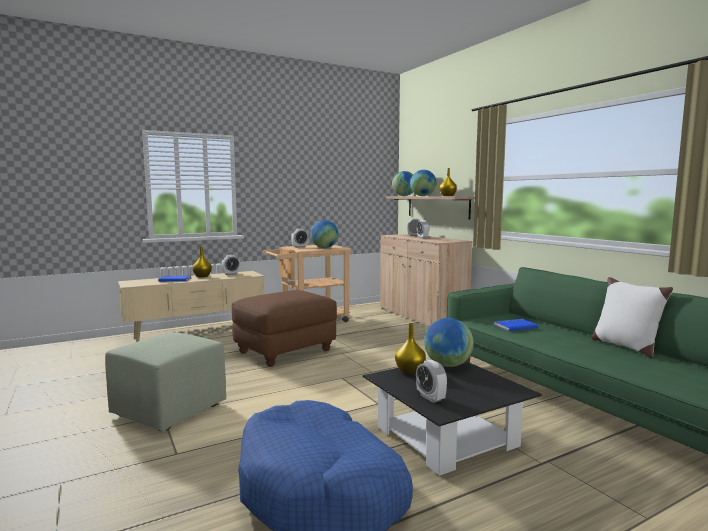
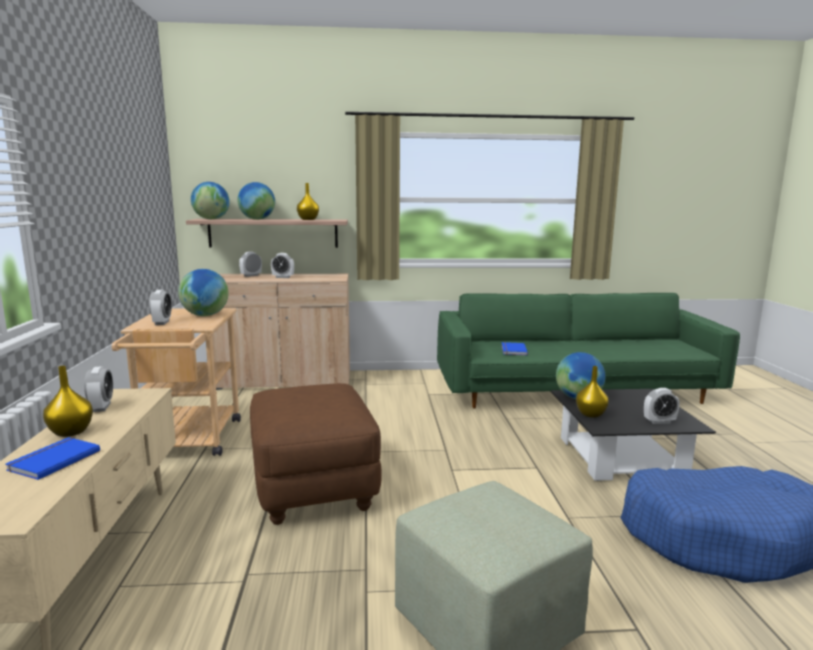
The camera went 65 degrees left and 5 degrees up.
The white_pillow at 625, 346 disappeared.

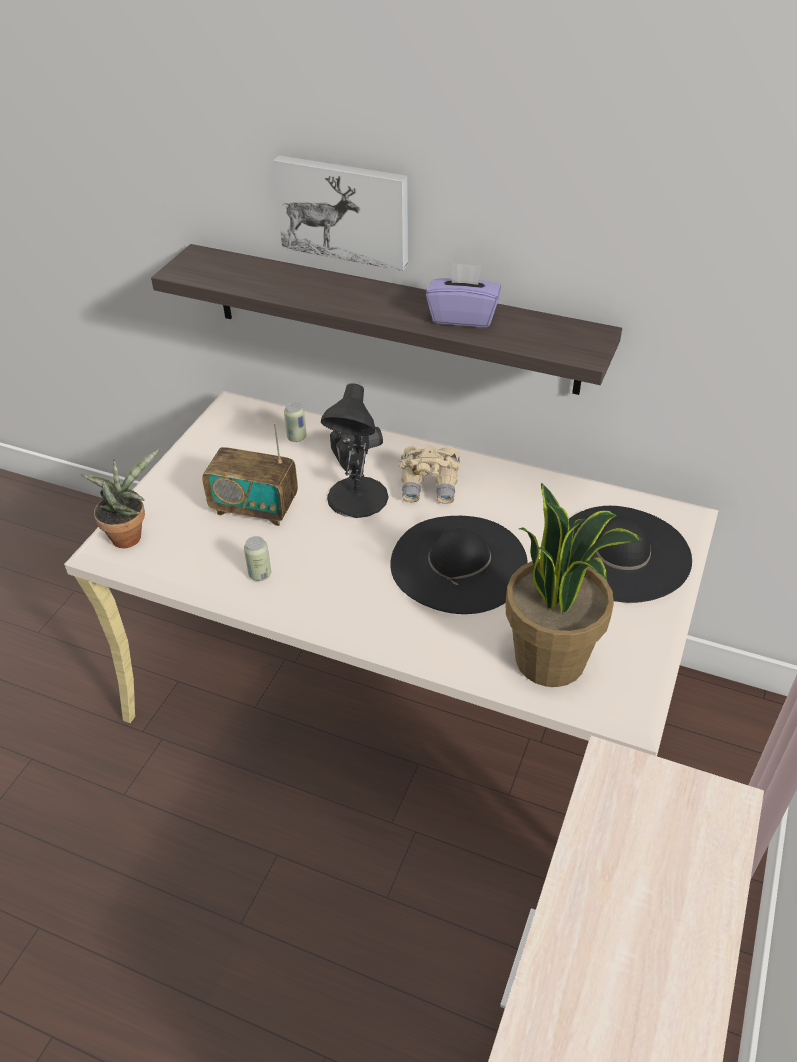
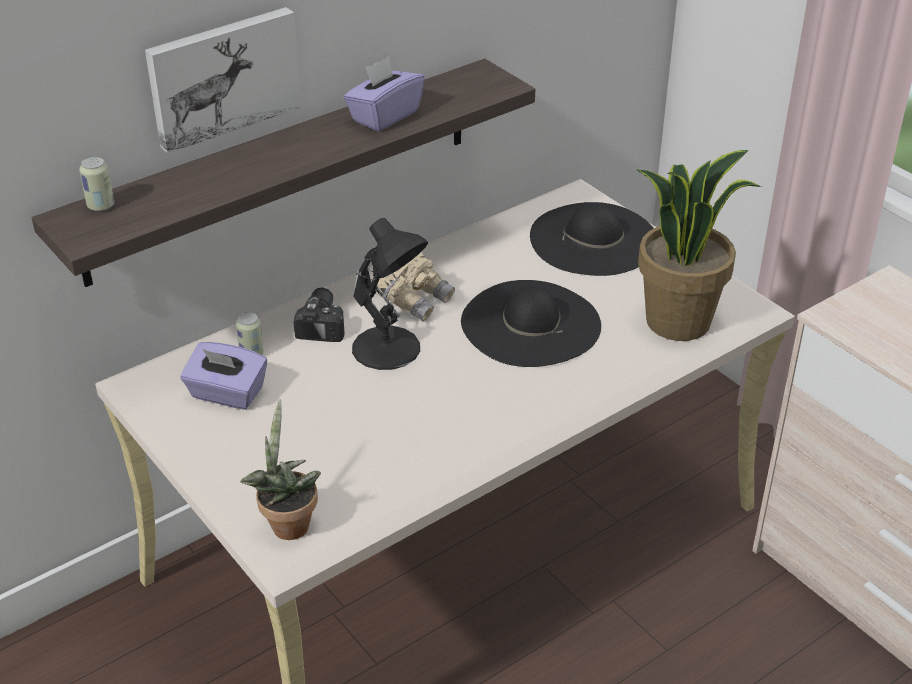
The camera went 60 degrees left and 5 degrees down.
The radio at 255, 508 disappeared.
The can moved from 260, 574 to 101, 206.
The purple_tissue_box at 226, 394 appeared.

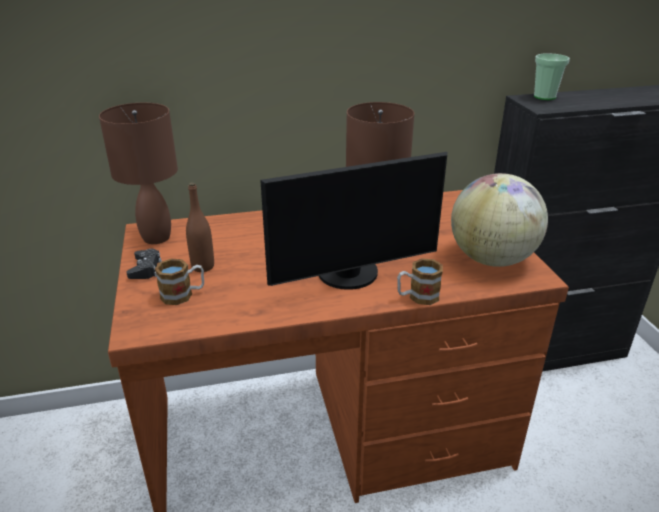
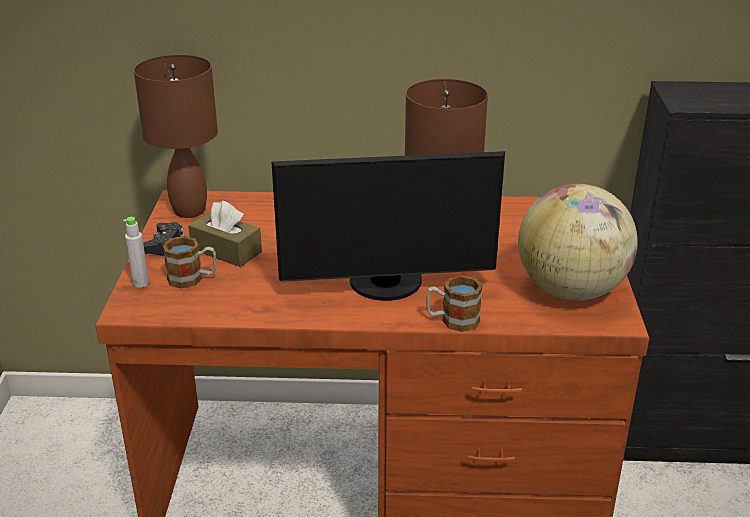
The camera went 15 degrees right and 0 degrees up.
The brown_bottle at 203, 267 was replaced by the brown_tissue_box at 226, 250.
The cup at 544, 97 disappeared.
The grey_bottle at 140, 283 appeared.

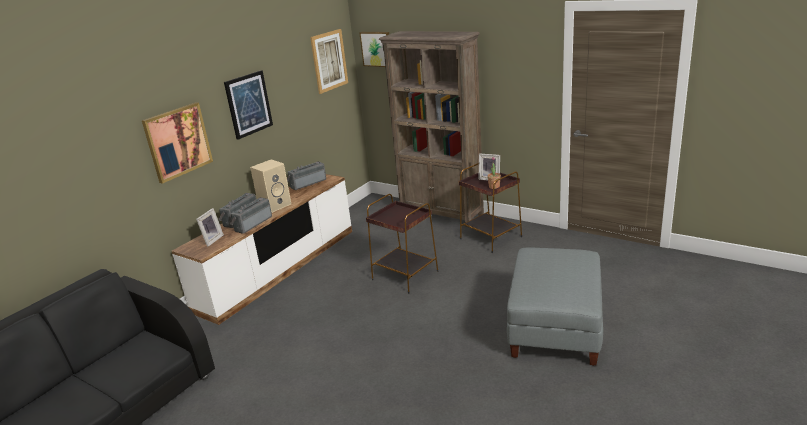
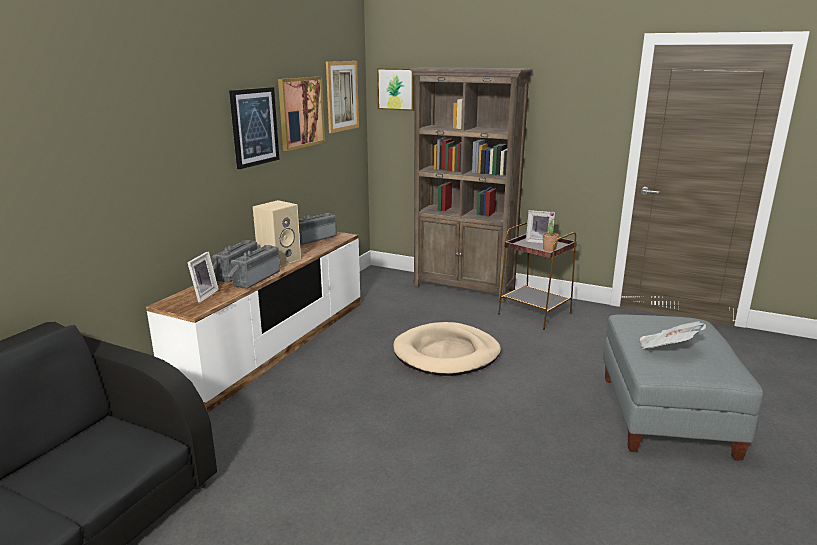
The camera went 10 degrees left and 5 degrees down.
The picture moved from 177, 141 to 300, 112.
The brown_side_table at 405, 276 was replaced by the beige_dog_bed at 446, 354.
The newspaper at 667, 349 appeared.

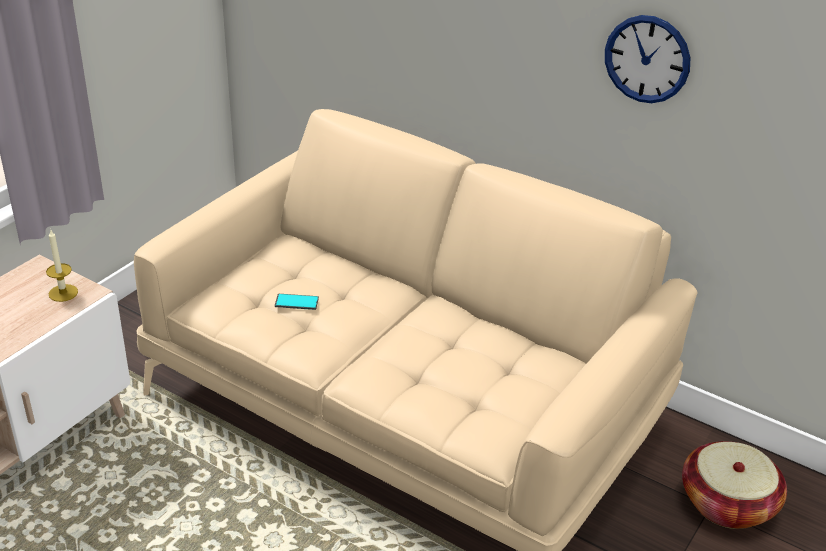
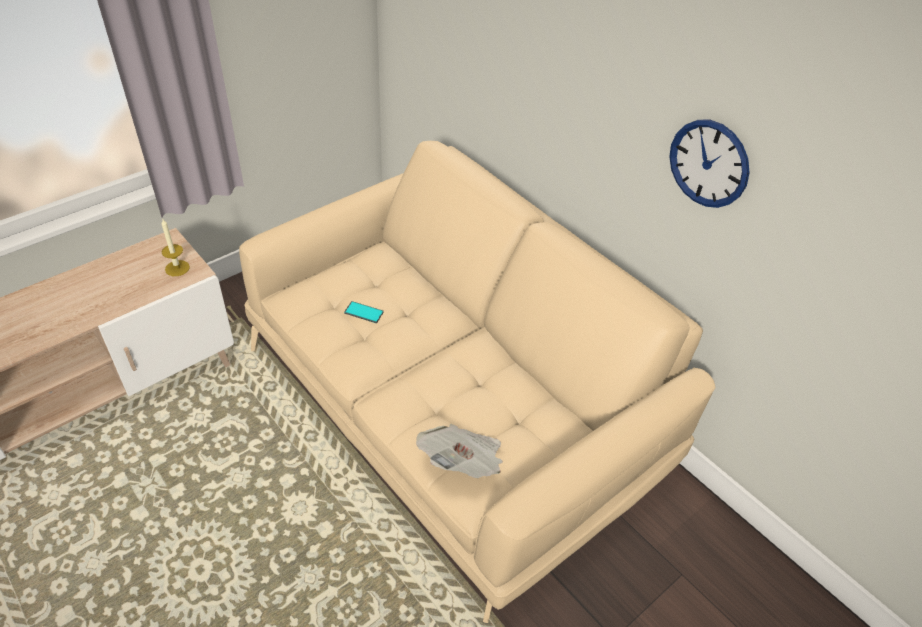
The camera went 15 degrees right and 10 degrees up.
The basket at 727, 503 disappeared.
The newspaper at 462, 463 appeared.

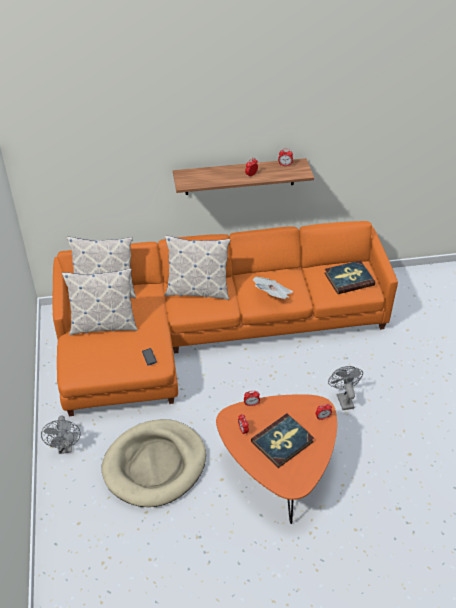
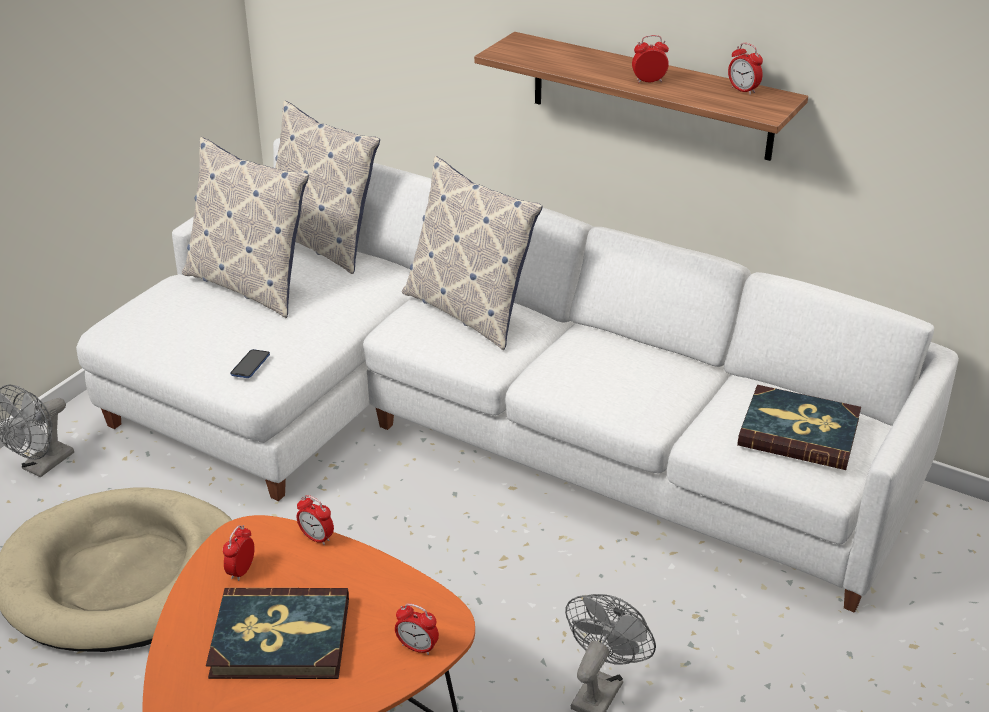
The camera went 40 degrees right and 10 degrees down.
The orange_sofa at 206, 331 became the white_sofa at 477, 423.
The newspaper at 273, 295 disappeared.

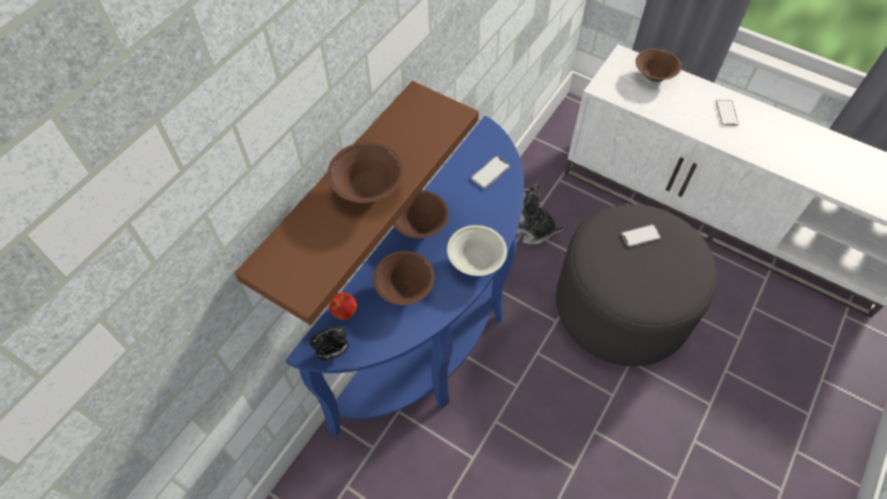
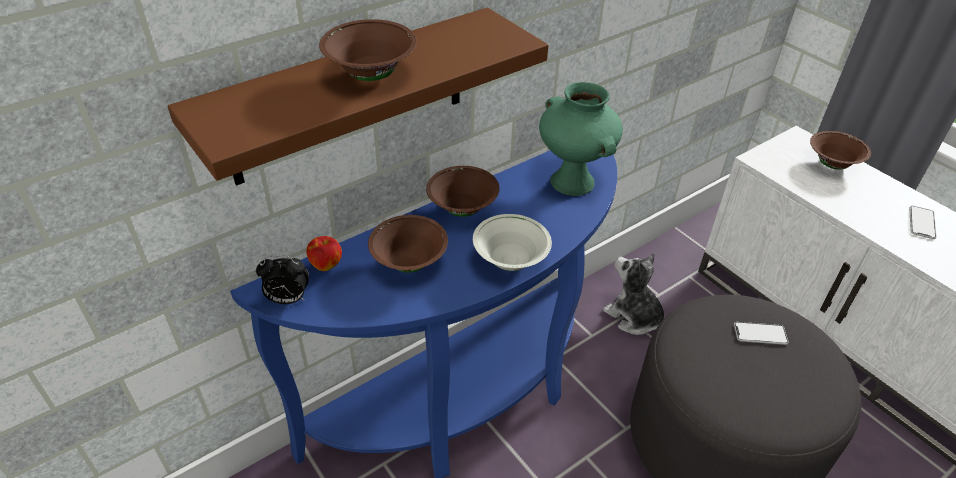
The camera went 20 degrees right and 15 degrees down.
The phone at 490, 173 was replaced by the green_vase at 574, 182.

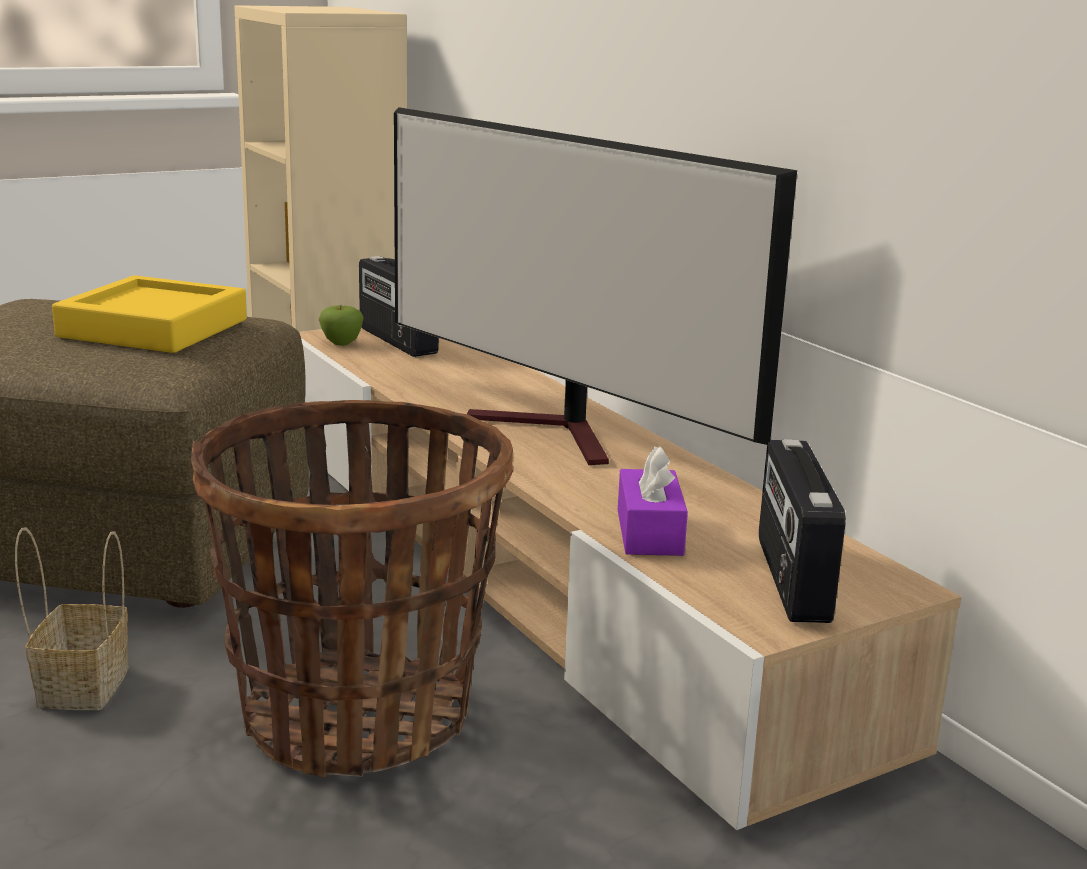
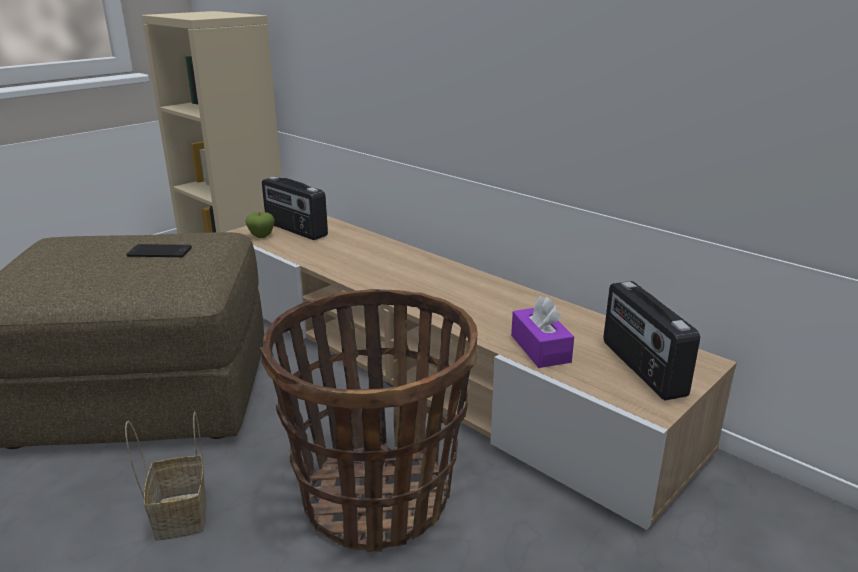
The camera went 15 degrees left and 5 degrees up.
The yellow_tray at 154, 328 was replaced by the phone at 159, 252.
The television at 560, 433 disappeared.

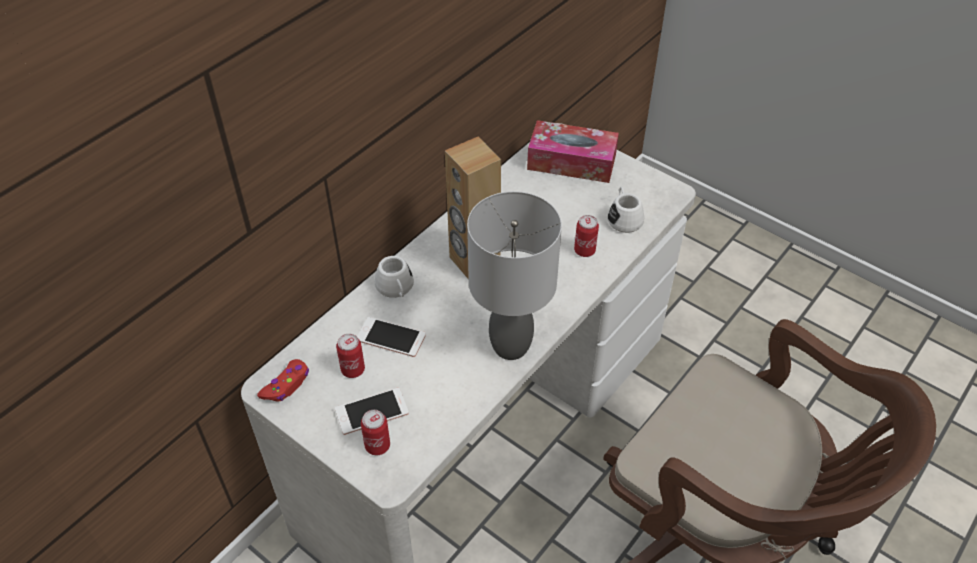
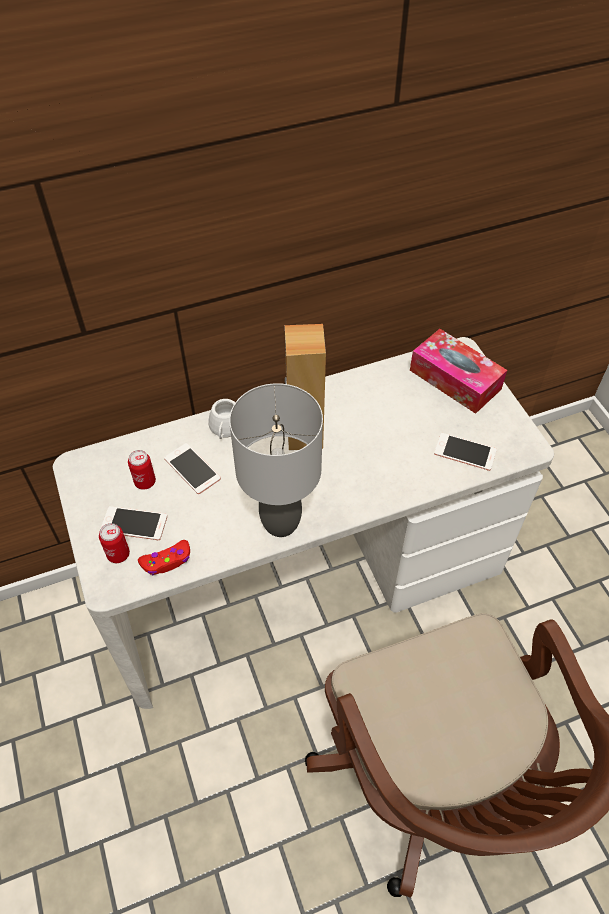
The camera went 30 degrees right and 5 degrees up.
The red_game_controller moved from 286, 385 to 167, 561.
The can at 584, 250 disappeared.
The white_mug at 623, 218 was replaced by the phone at 465, 452.

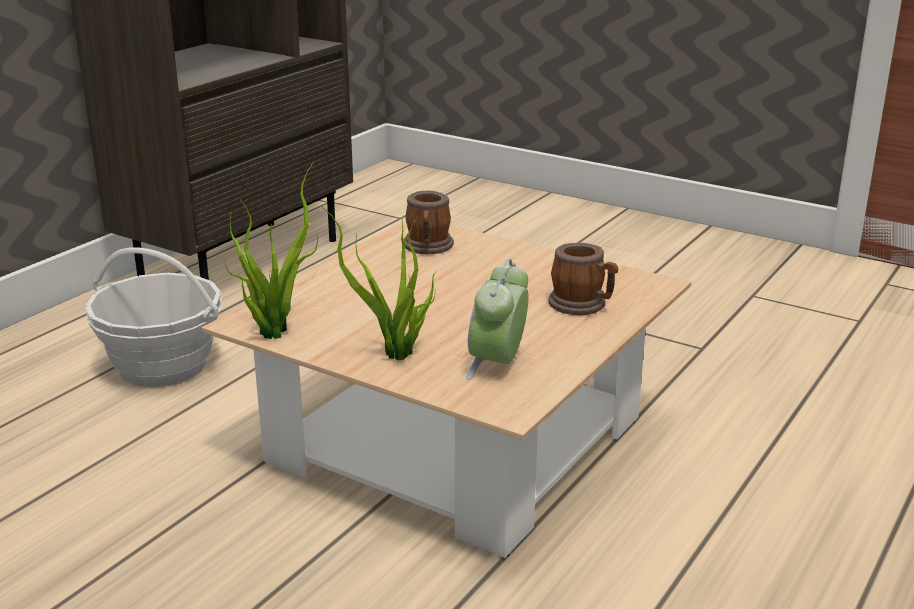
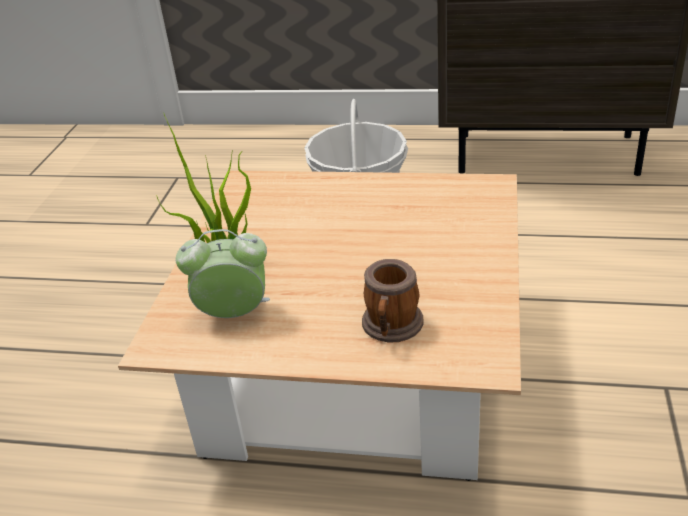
The camera went 70 degrees right and 10 degrees up.
The potted_plant at 273, 330 disappeared.
The mug at 428, 247 disappeared.

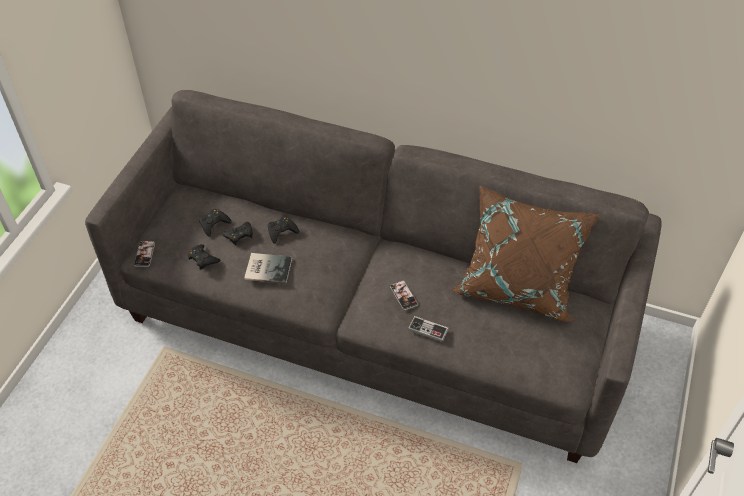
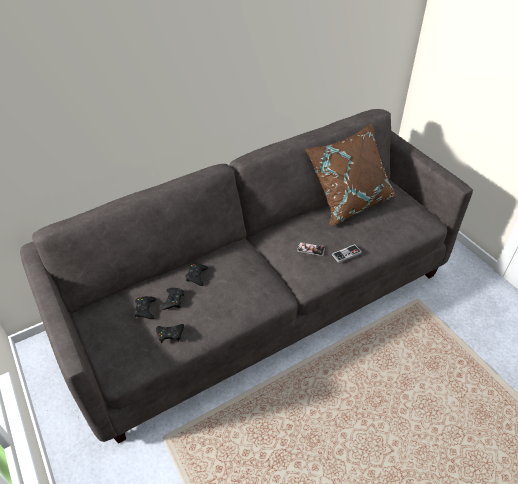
The camera went 50 degrees left and 5 degrees down.
The phone at 144, 254 disappeared.
The book at 267, 268 disappeared.

